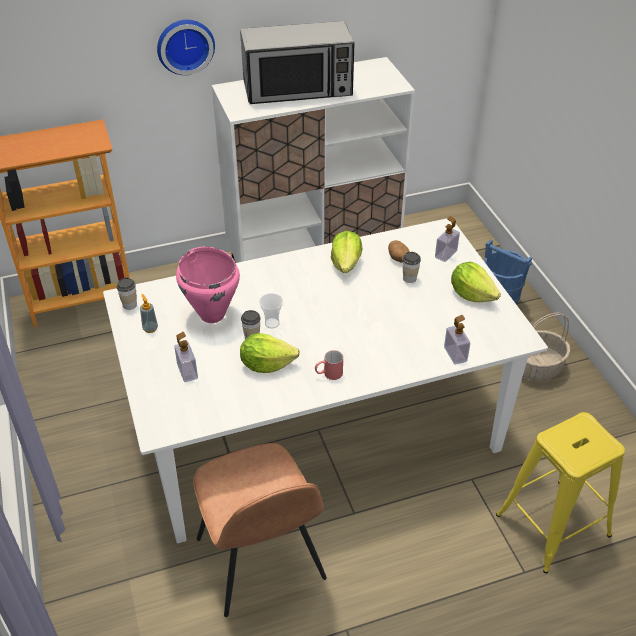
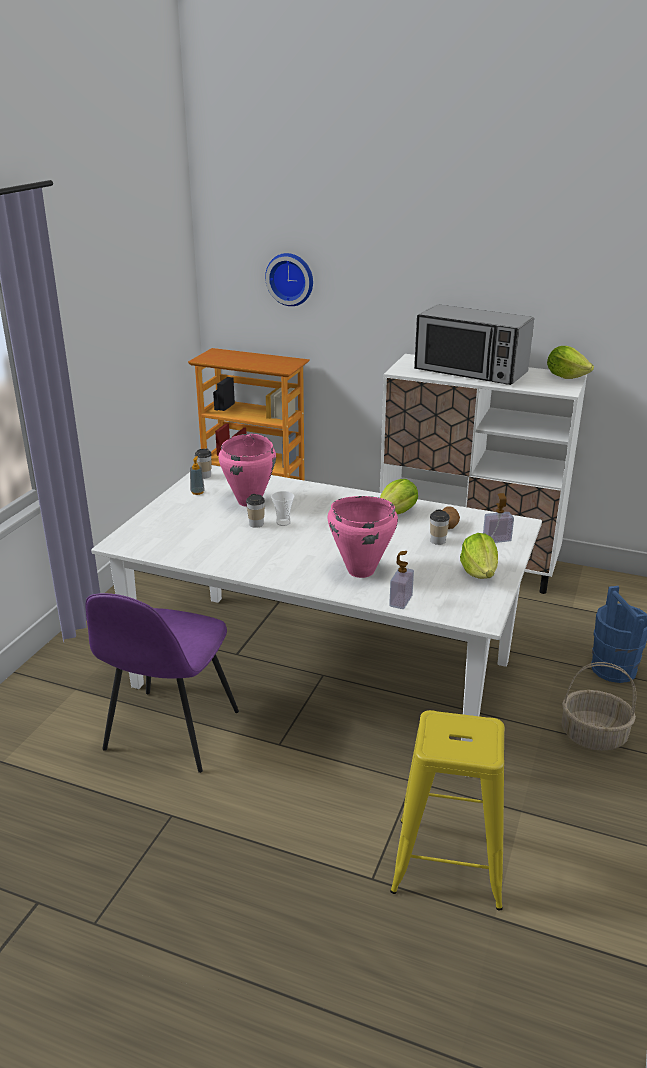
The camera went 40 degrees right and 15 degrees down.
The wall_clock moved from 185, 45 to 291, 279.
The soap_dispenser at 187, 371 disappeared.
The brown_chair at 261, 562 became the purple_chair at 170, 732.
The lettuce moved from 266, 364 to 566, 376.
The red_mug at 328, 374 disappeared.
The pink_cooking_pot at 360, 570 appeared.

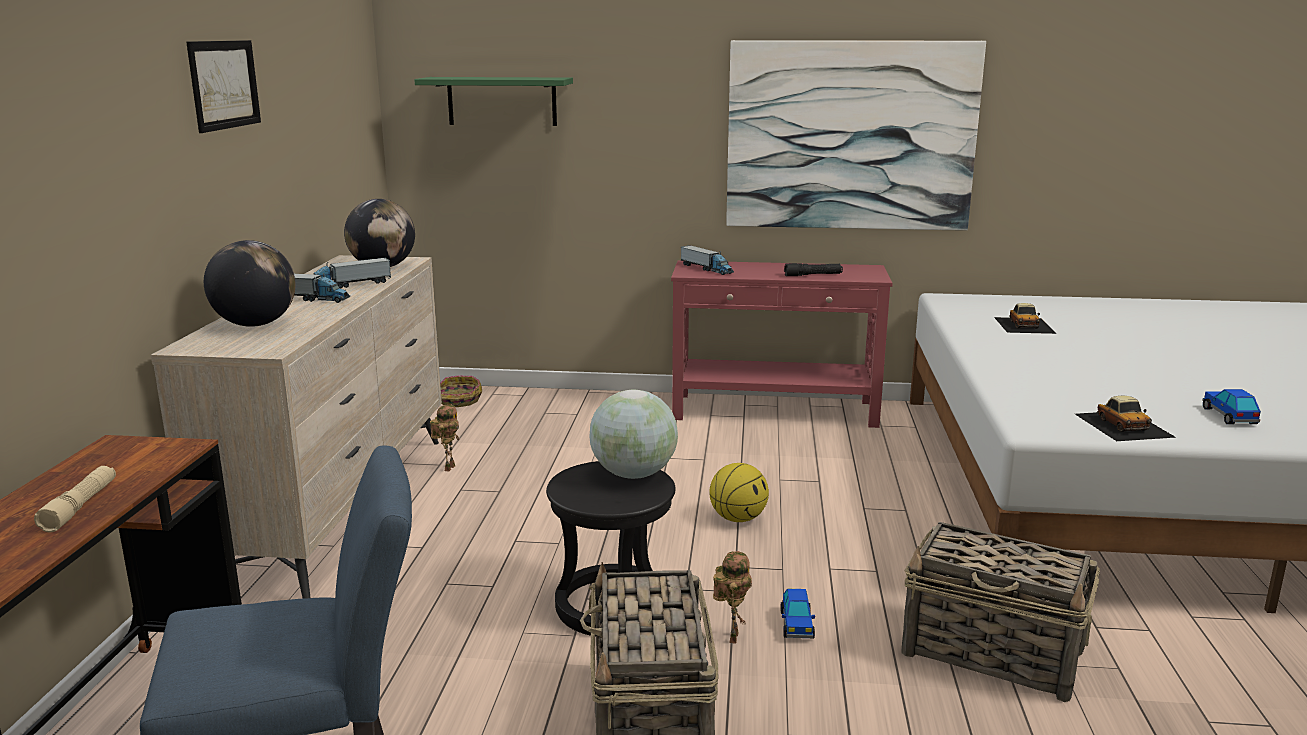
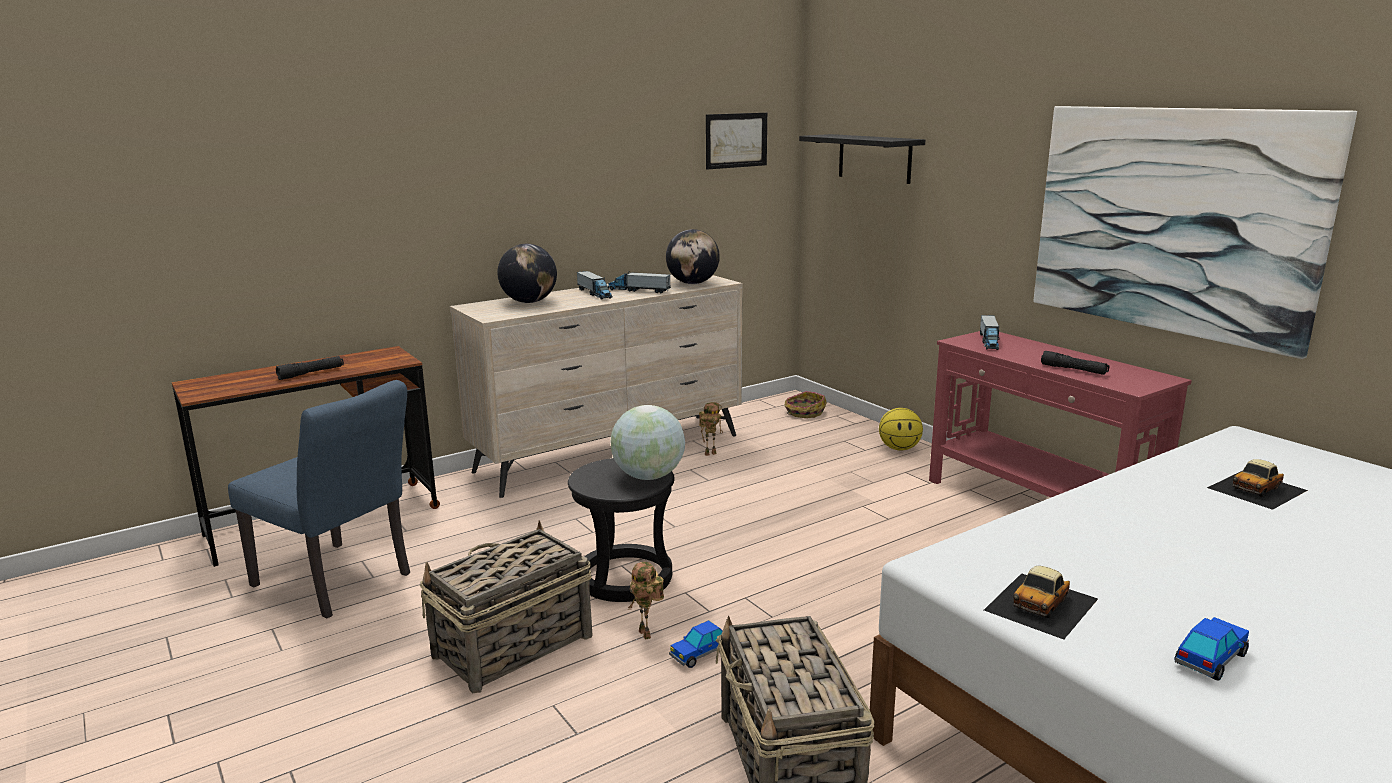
The camera went 50 degrees right and 0 degrees up.
The beige_flashlight at 80, 506 became the black_flashlight at 311, 373.
The picture moved from 224, 84 to 736, 140.
The green_shelf at 502, 101 became the black_shelf at 874, 158.
The basketball moved from 738, 518 to 899, 448.
The toy_robot at 731, 636 turned 90 degrees clockwise.

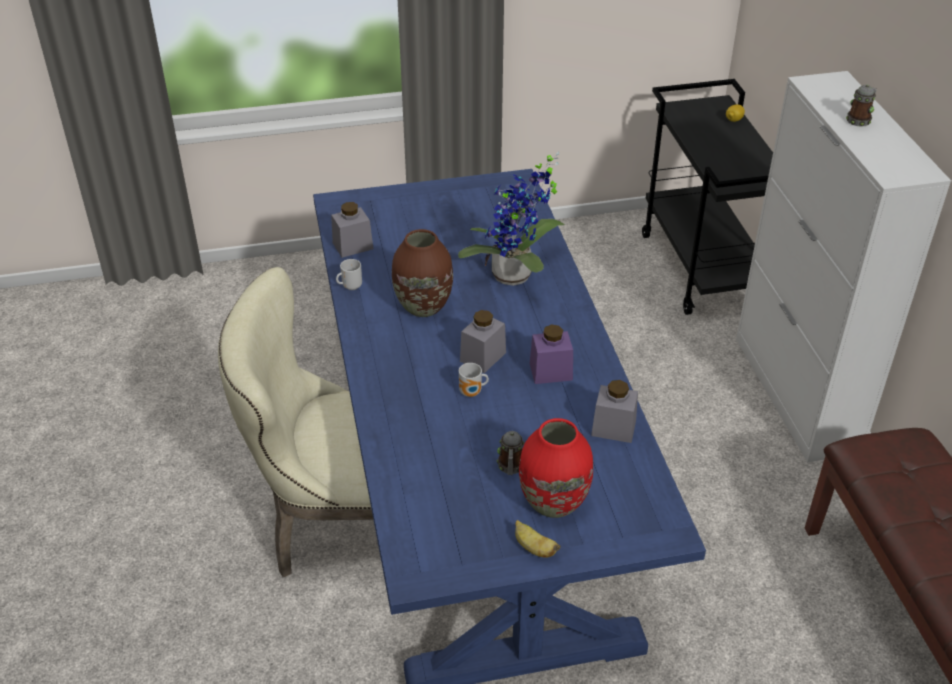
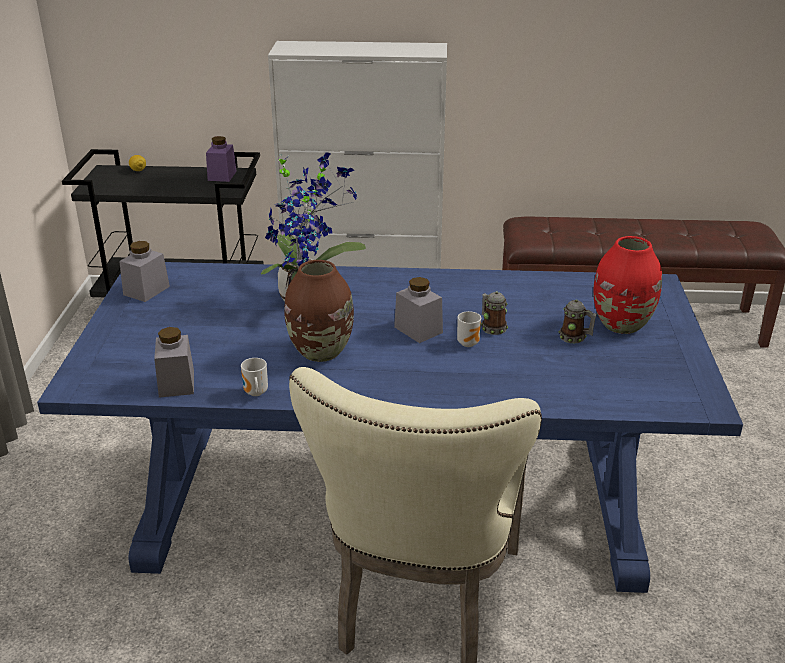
The camera went 75 degrees left and 10 degrees down.
The banana at 533, 548 disappeared.
The purple_jar moved from 550, 371 to 222, 176.
The grey_jar moved from 613, 428 to 146, 290.
The mug moved from 860, 119 to 492, 327.

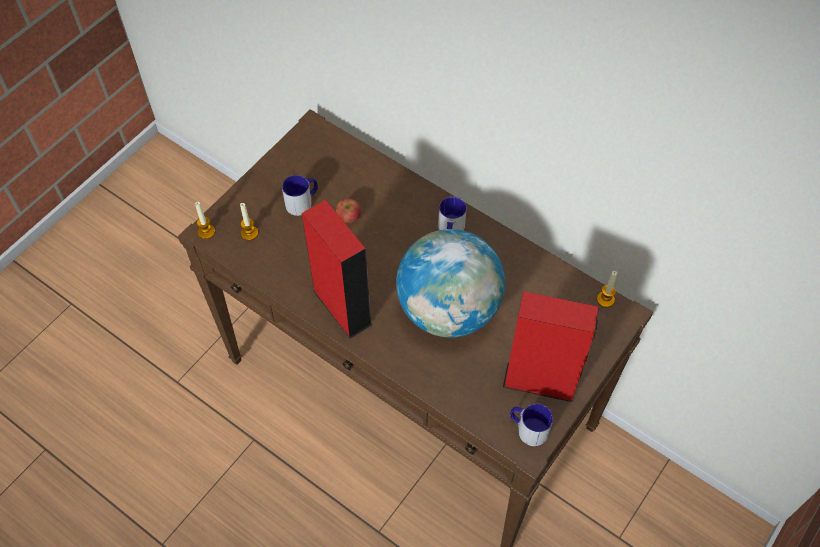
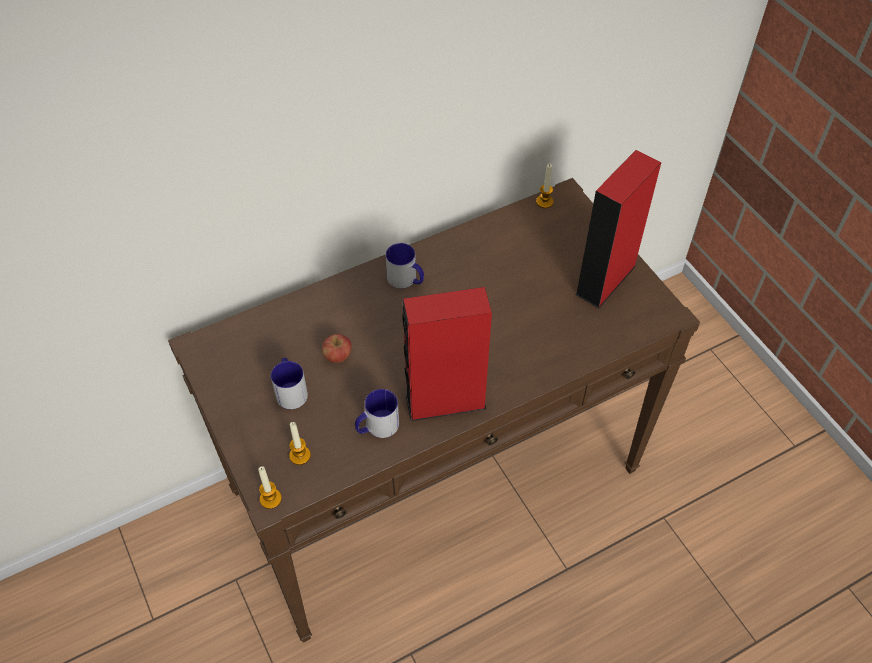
The camera went 65 degrees left and 5 degrees down.
The globe at 448, 310 disappeared.
The mug moved from 527, 429 to 377, 427.

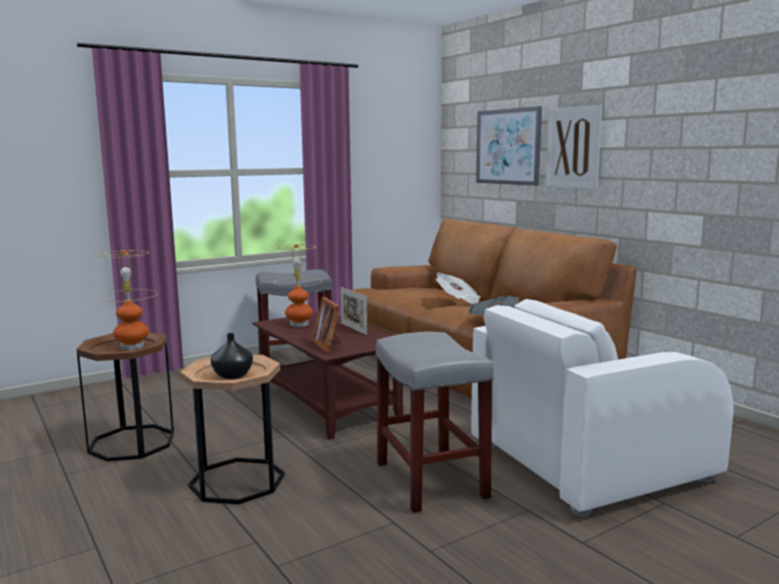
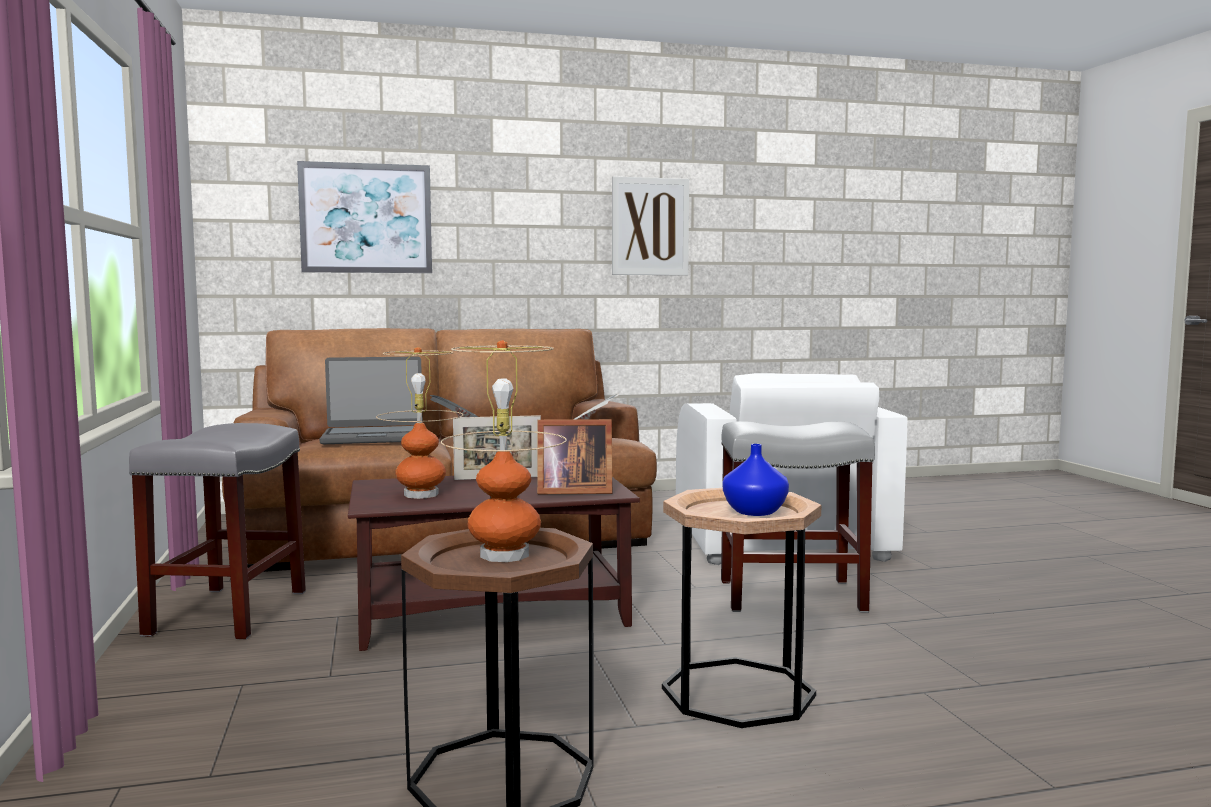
The camera went 70 degrees left and 5 degrees down.
The black_vase at 232, 375 became the blue_vase at 754, 512.
The picture moved from 573, 147 to 650, 226.
The laptop at 373, 437 appeared.

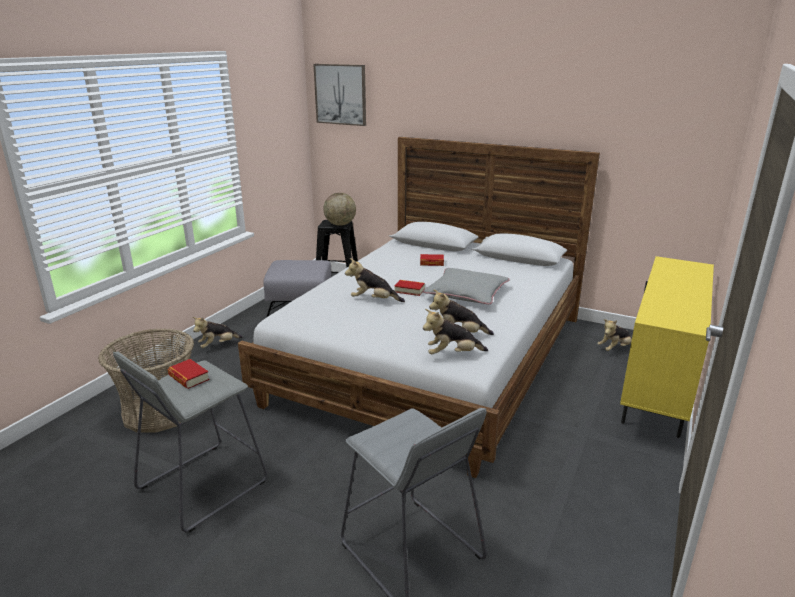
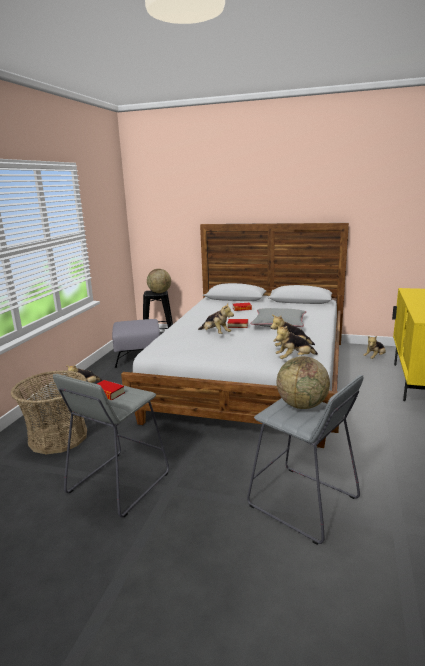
The camera went 10 degrees left and 5 degrees down.
The picture at 341, 94 disappeared.
The plush_toy at 373, 300 turned 135 degrees counterclockwise.
The globe at 302, 405 appeared.

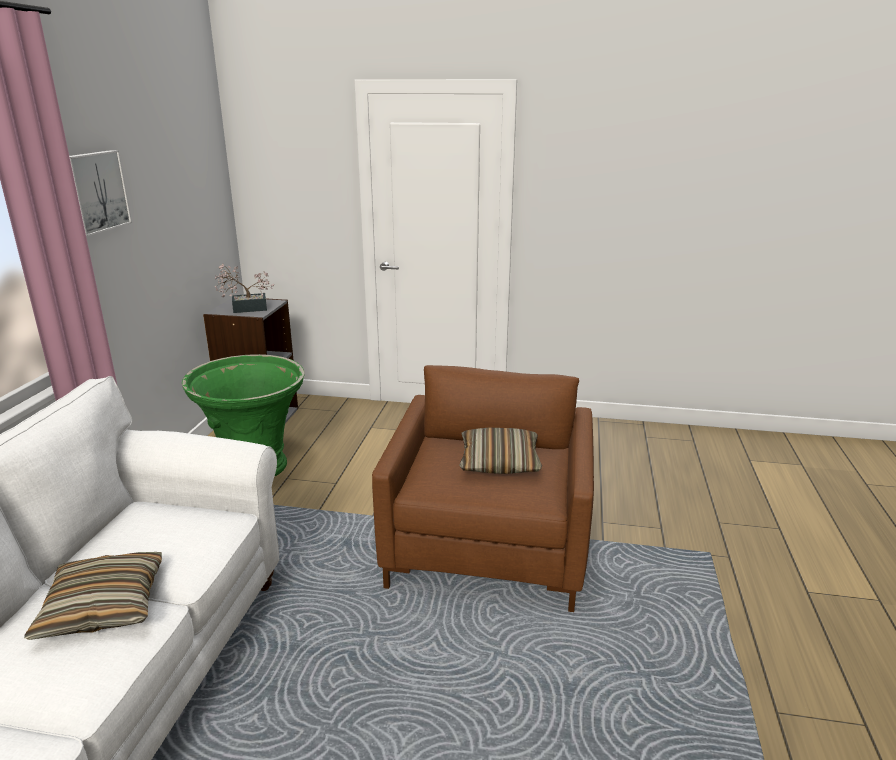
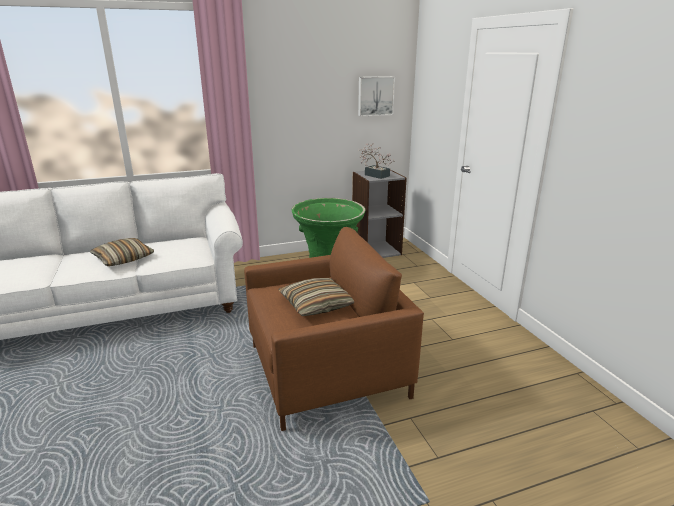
The camera went 60 degrees right and 0 degrees up.
The picture moved from 95, 192 to 375, 96.

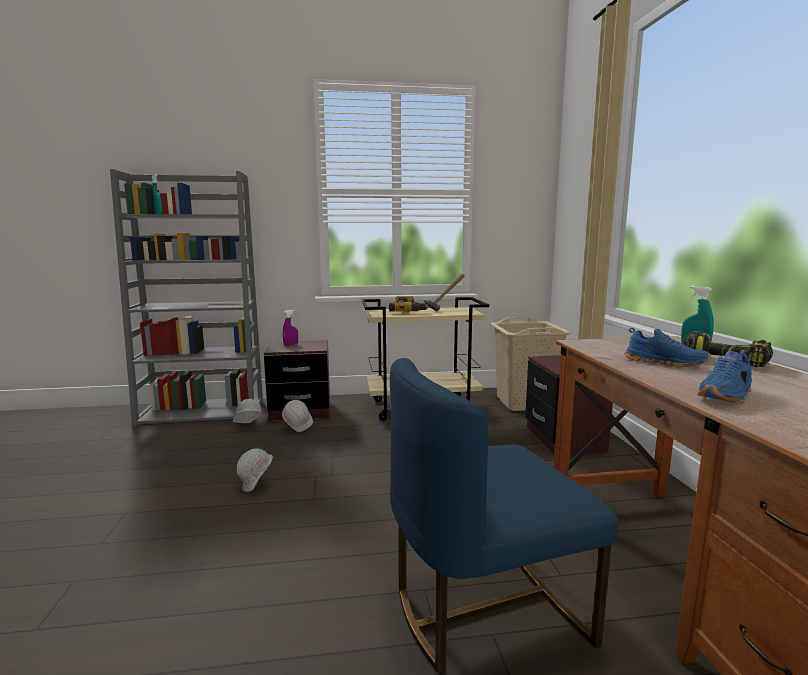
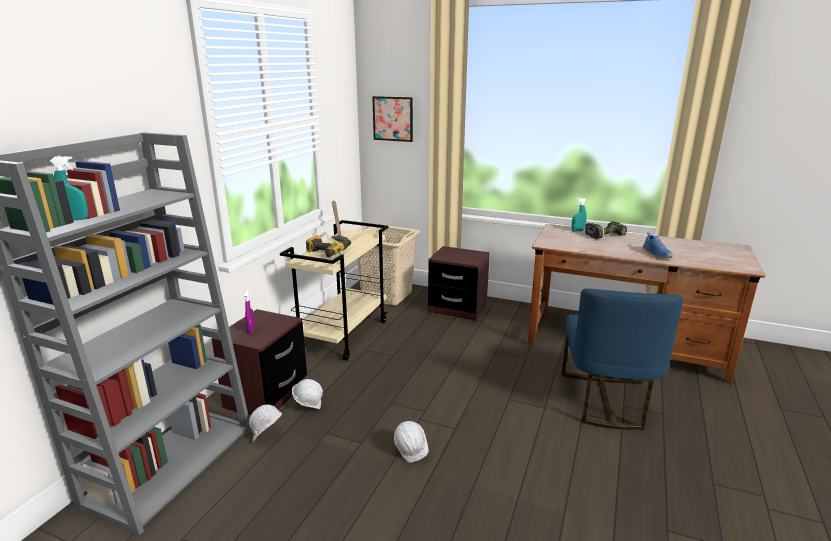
The camera went 60 degrees left and 10 degrees up.
The blue_shoe at 665, 363 disappeared.
The picture at 393, 119 appeared.

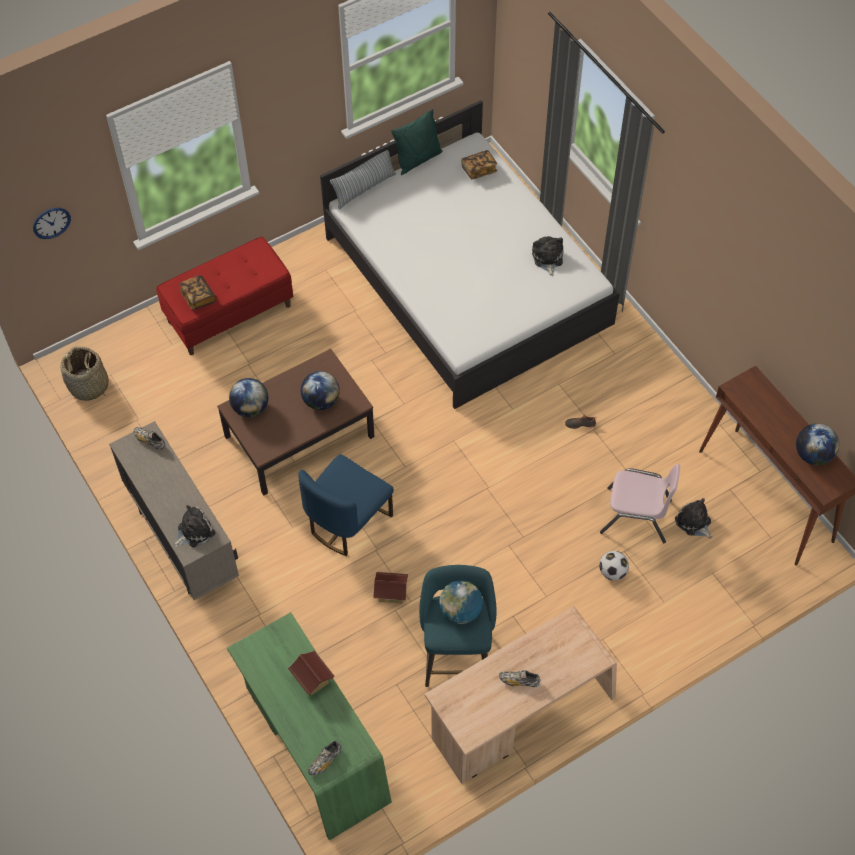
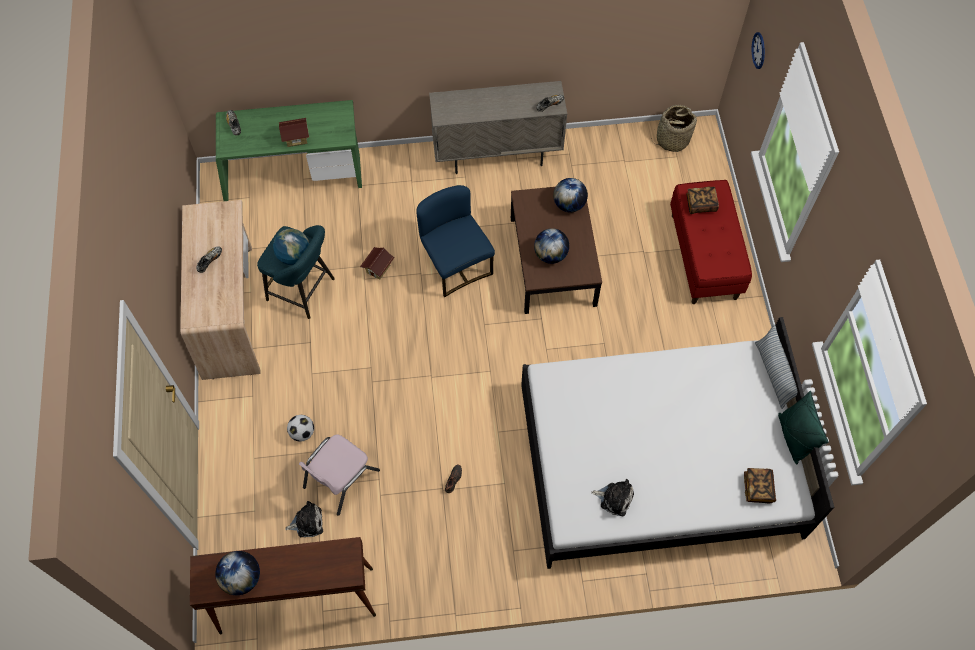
The camera went 115 degrees right and 5 degrees up.
The plush_toy at 194, 531 disappeared.

